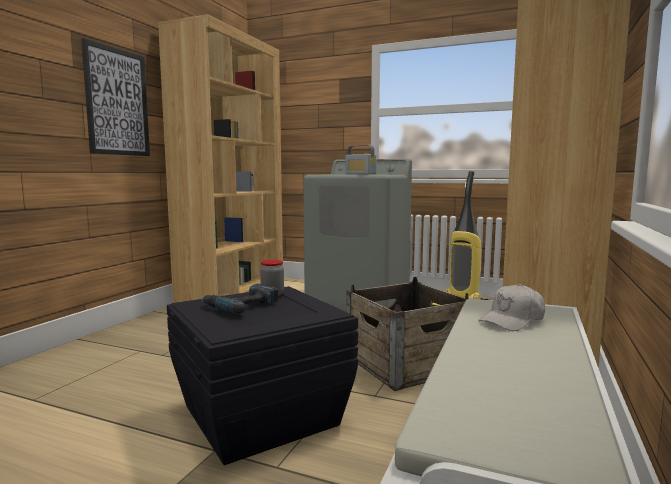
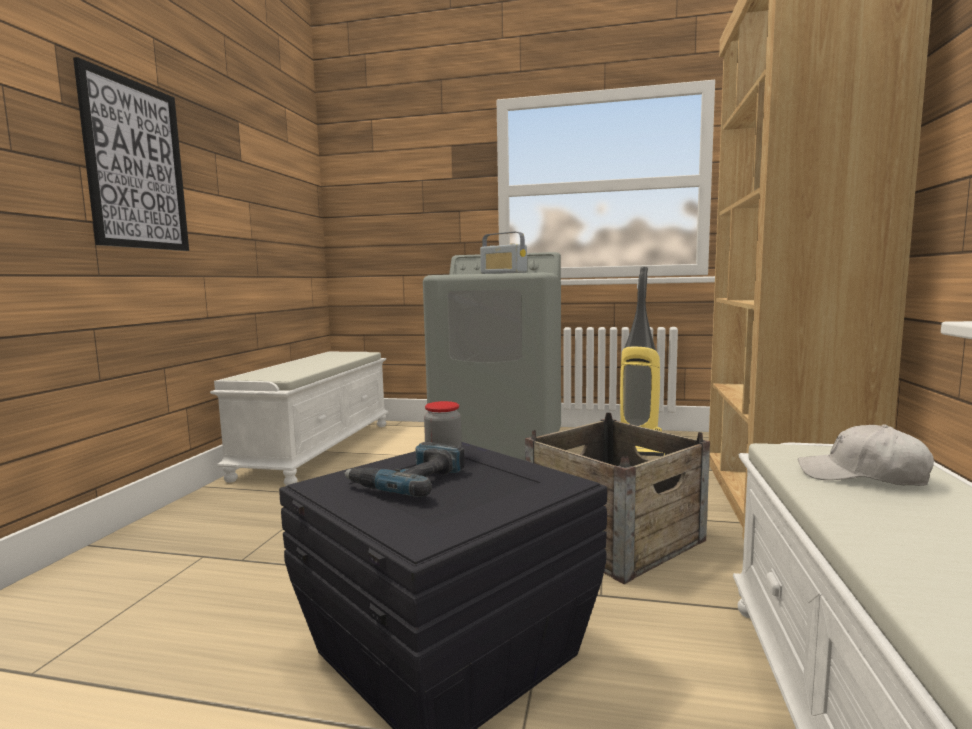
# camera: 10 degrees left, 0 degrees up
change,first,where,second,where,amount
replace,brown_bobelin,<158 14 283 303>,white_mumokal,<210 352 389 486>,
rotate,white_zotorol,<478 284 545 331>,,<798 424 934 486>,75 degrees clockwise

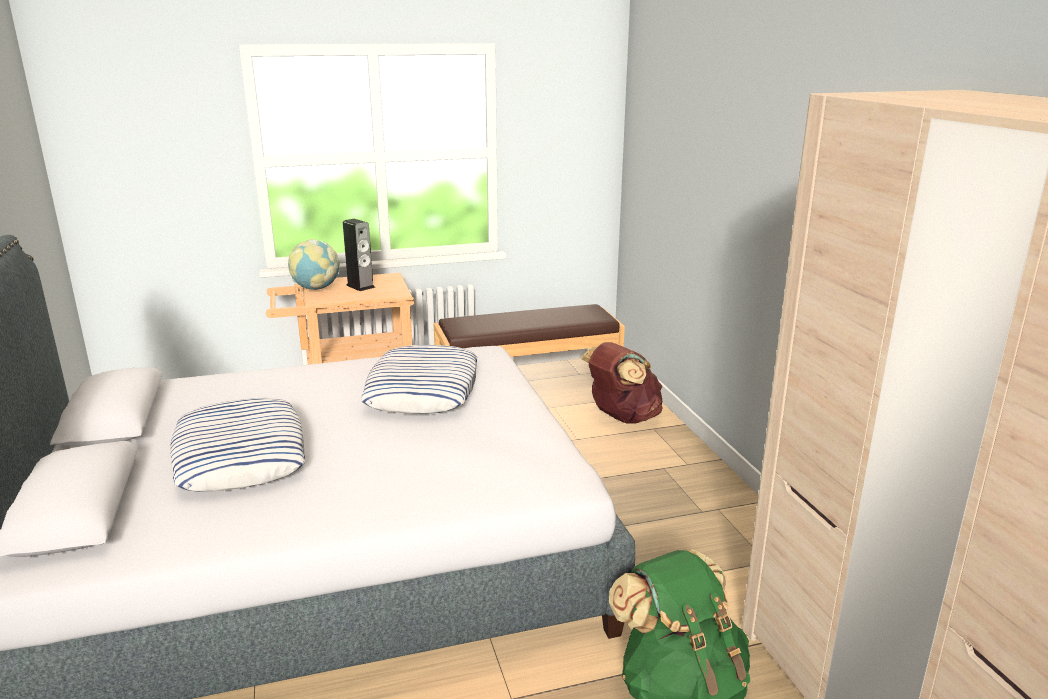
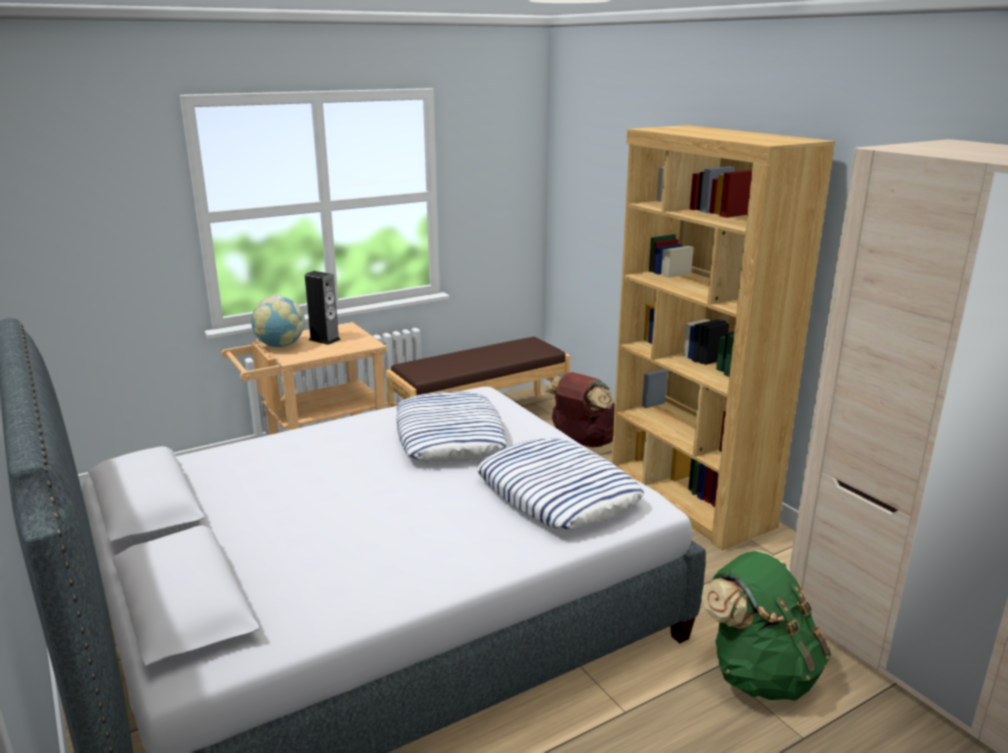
# camera: 15 degrees left, 0 degrees up
change,first,where,second,where,amount
insert,,,brown_bobelin,<612 125 835 551>,
move,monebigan,<170 398 305 492>,,<477 438 644 529>,

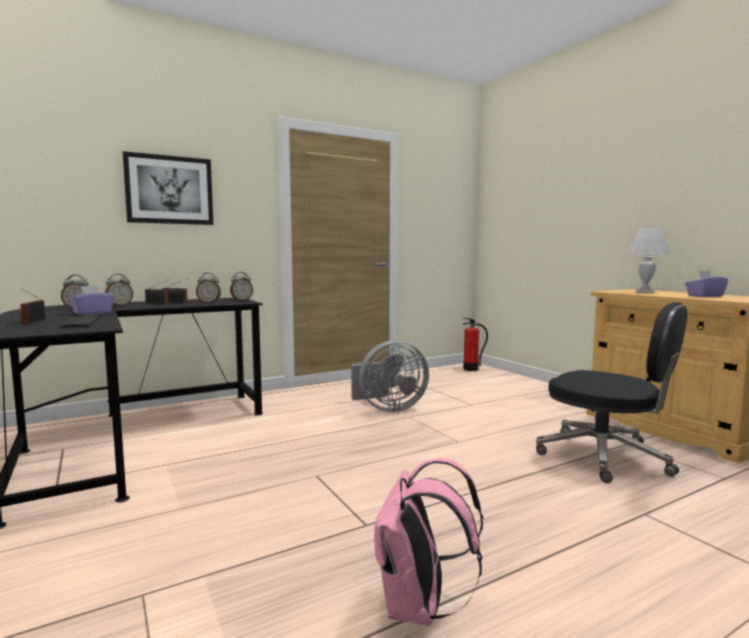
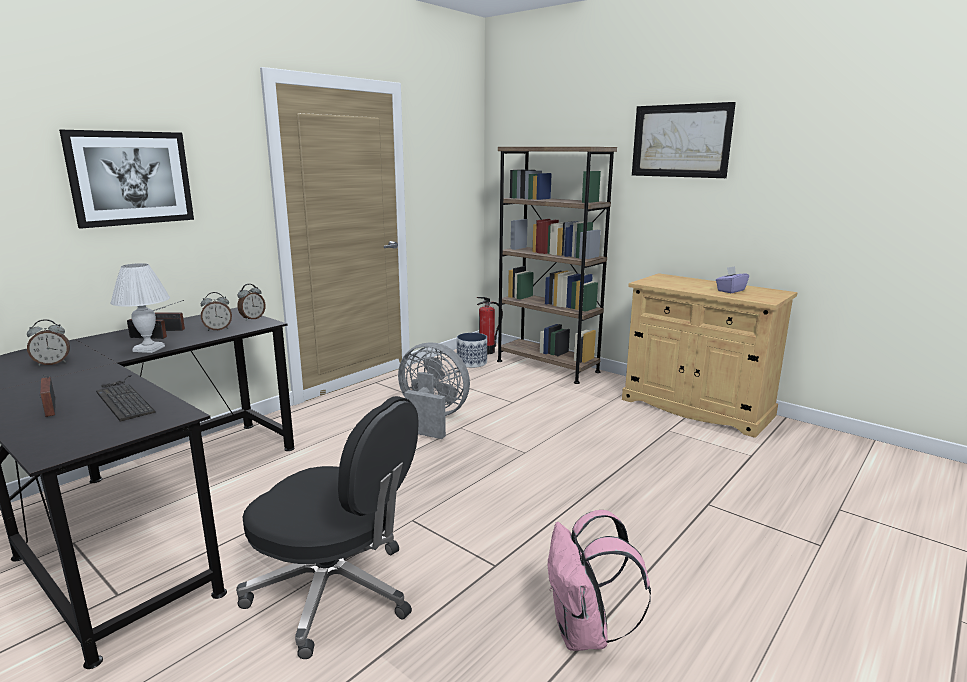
# camera: 20 degrees left, 10 degrees up
change,first,where,second,where,amount
delete,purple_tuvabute,<69 285 114 315>,,,
delete,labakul,<105 274 133 306>,,,
insert,,,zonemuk,<457 333 487 368>,
insert,,,brown_bobelin,<497 147 617 384>,
insert,,,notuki,<632 102 736 178>,
move,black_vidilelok,<536 302 687 483>,,<236 396 419 659>,
move,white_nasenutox,<626 228 670 293>,,<110 263 170 353>,
rotate,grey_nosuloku,<351 340 429 412>,,<398 343 470 439>,120 degrees counterclockwise

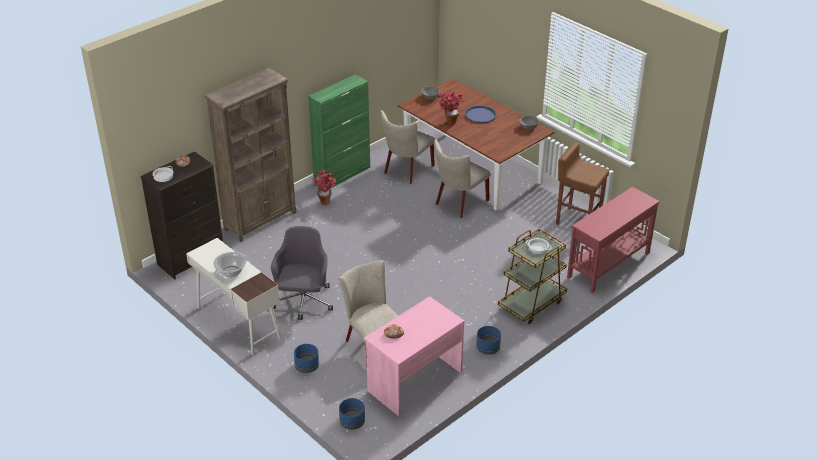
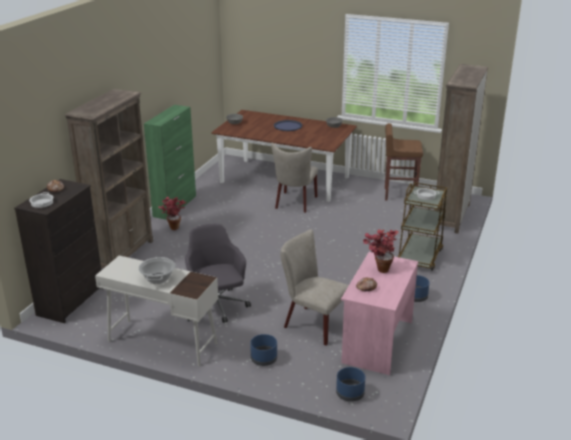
# camera: 25 degrees left, 10 degrees down
change,first,where,second,where,amount
delete,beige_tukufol,<380 110 435 184>,,,
move,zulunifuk,<437 91 466 125>,,<363 229 399 273>,
replace,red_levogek,<567 187 660 293>,brown_bobelin,<434 64 488 234>,

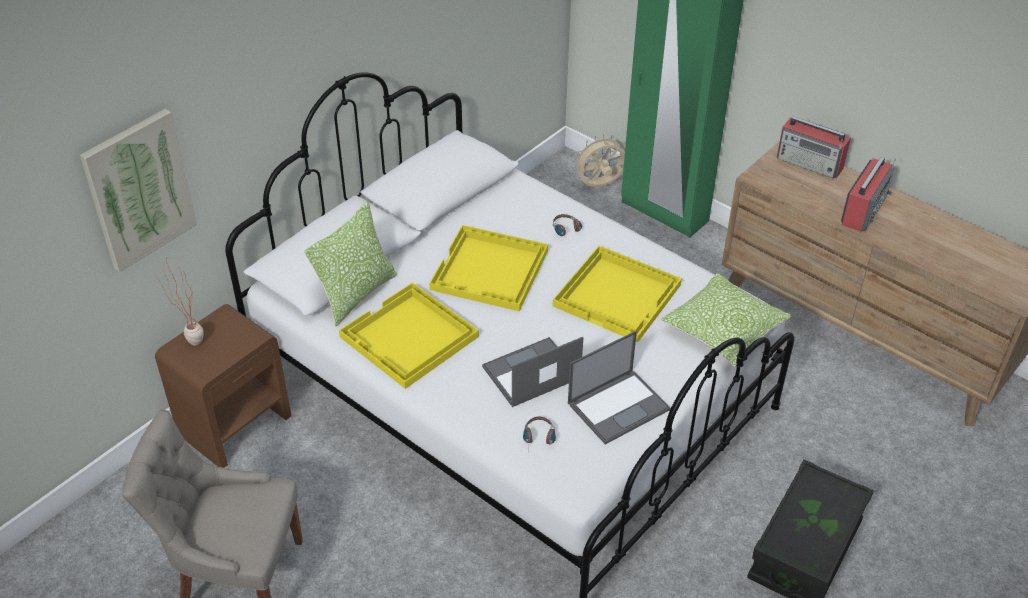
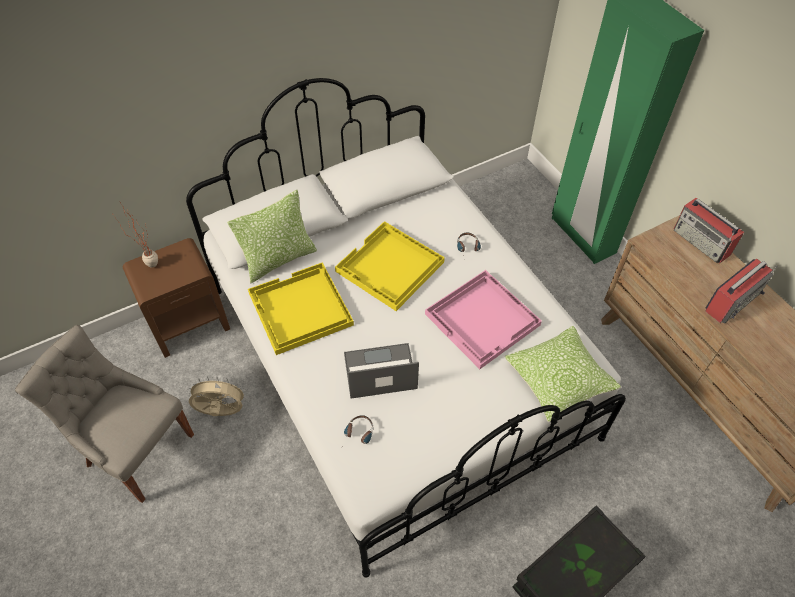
# camera: 20 degrees right, 10 degrees up
change,first,where,second,where,amount
delete,notuki,<80 109 197 272>,,,
delete,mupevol,<568 331 670 444>,,,
move,beige_nosuloku,<572 134 625 187>,,<187 376 248 416>,
recolor,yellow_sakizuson,<553 246 682 343>,pink_sakizuson,<425 270 542 369>,

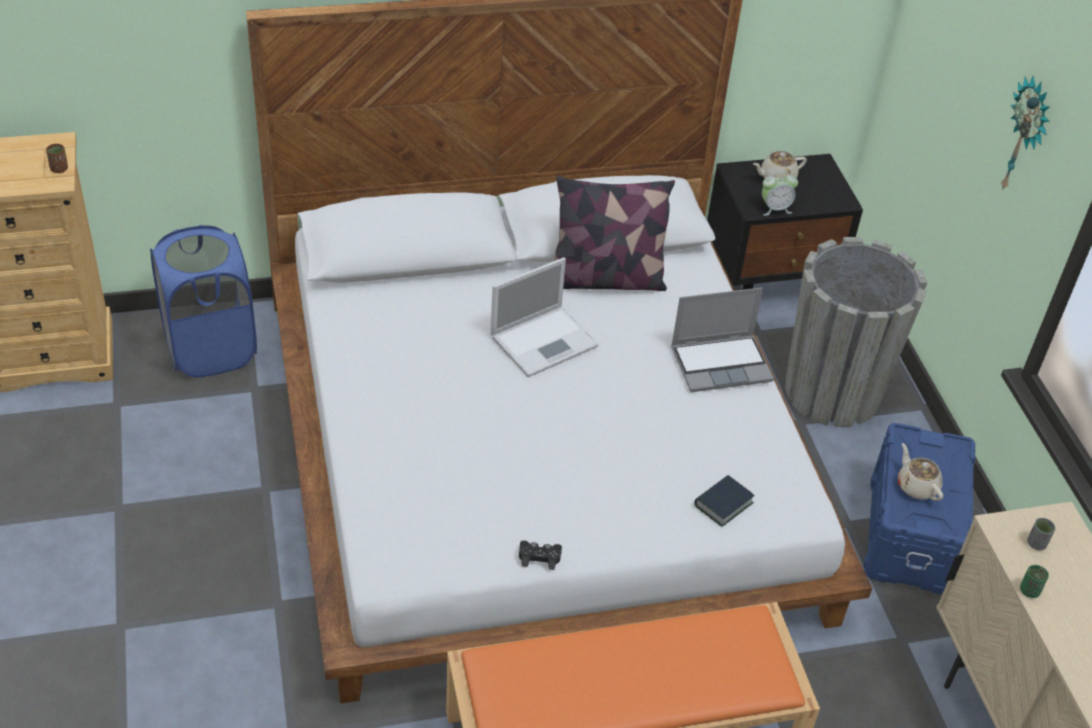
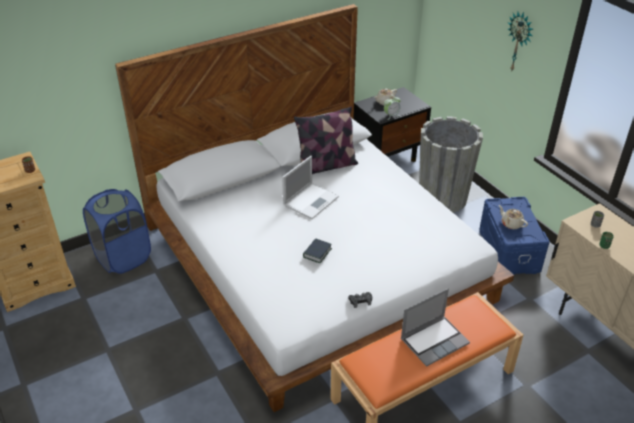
# camera: 15 degrees left, 5 degrees down
change,first,where,second,where,amount
move,mupevol,<671 288 774 392>,,<401 288 470 367>,
move,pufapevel,<694 475 754 527>,,<303 238 332 263>,

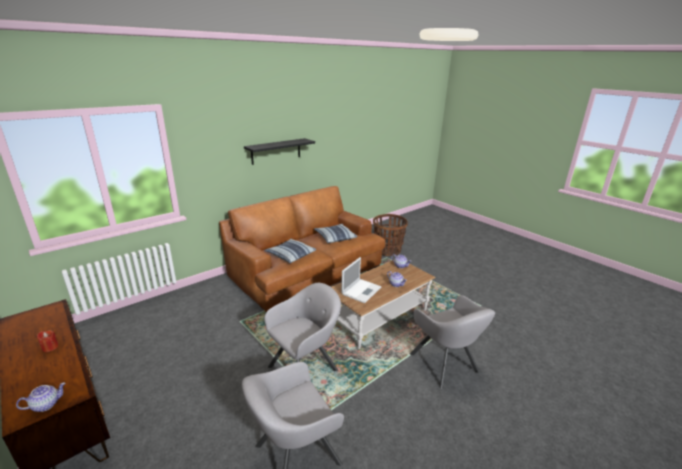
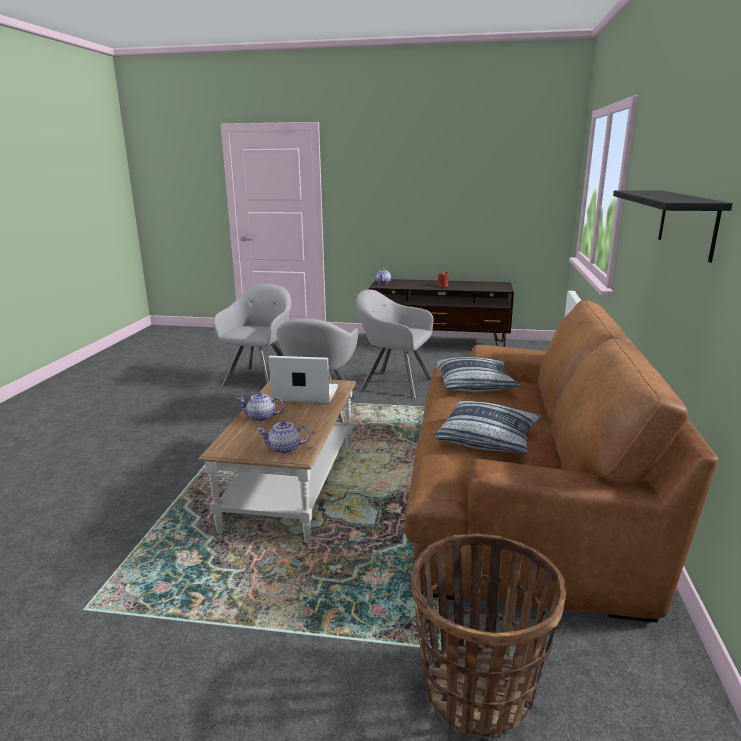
# camera: 140 degrees right, 5 degrees down
change,first,where,second,where,amount
move,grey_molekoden,<410 295 495 389>,,<356 289 433 398>,
rotate,mupevol,<341 257 382 303>,,<269 356 338 403>,105 degrees clockwise

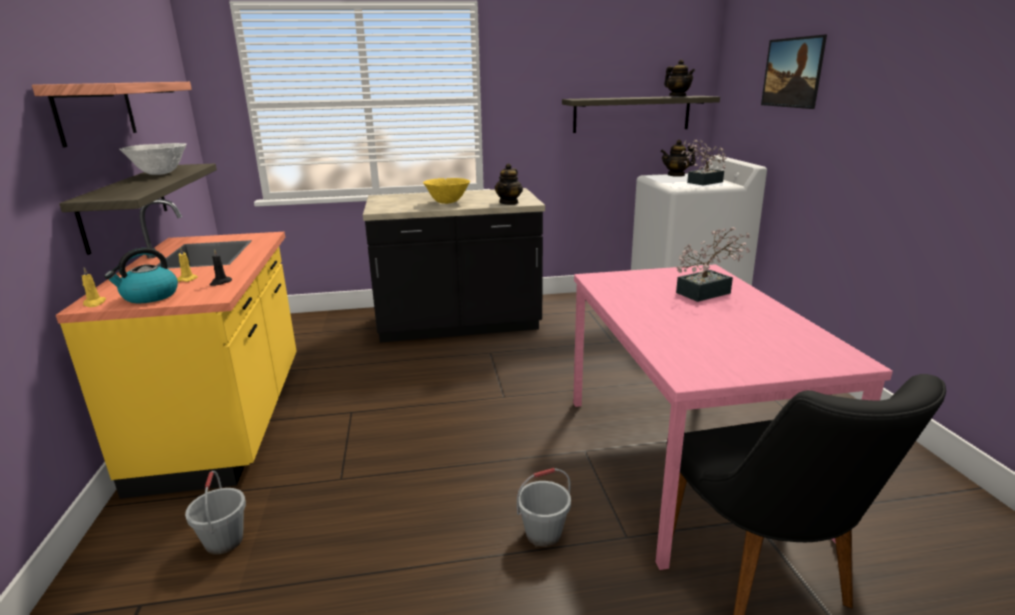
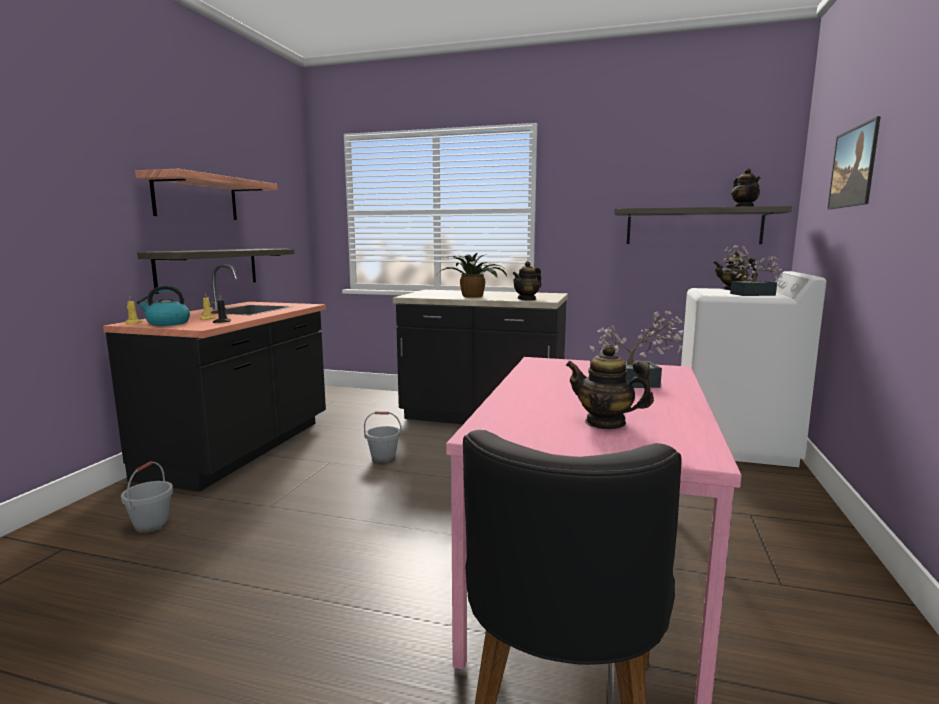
# camera: 25 degrees right, 10 degrees down
change,first,where,second,where,amount
delete,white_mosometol,<119 143 186 175>,,,
insert,,,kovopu,<566 344 654 429>,
move,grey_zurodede,<517 468 571 547>,,<364 412 402 464>,
replace,yellow_mosometol,<423 178 470 204>,zulunifuk,<437 253 507 298>,
recolor,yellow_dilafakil,<56 199 297 499>,black_dilafakil,<103 264 326 492>,

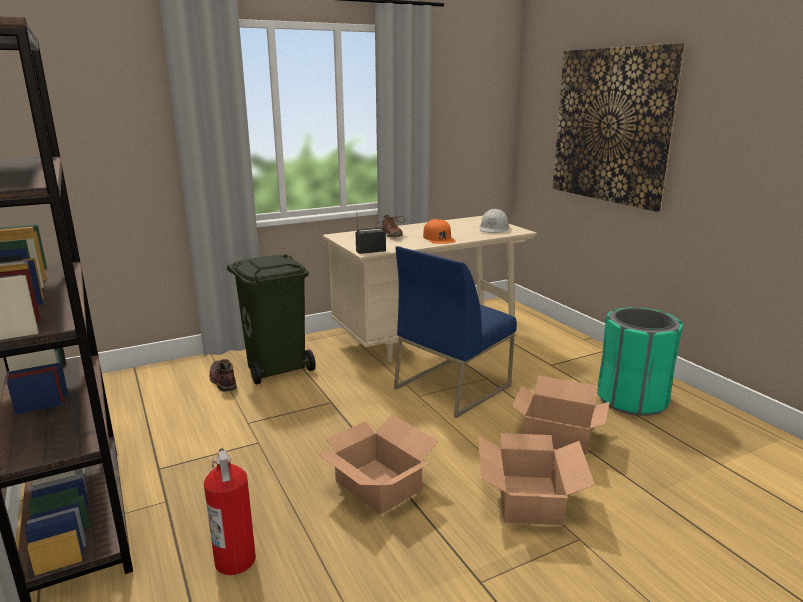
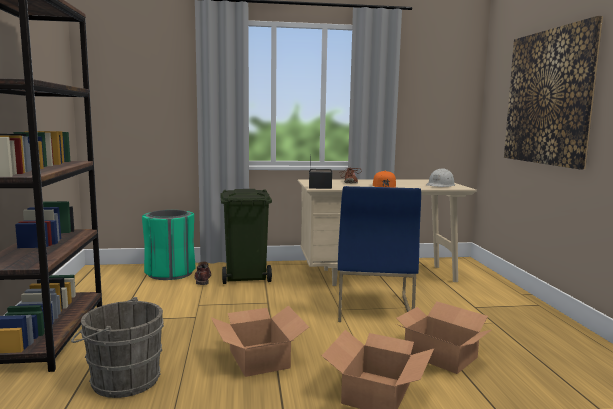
# camera: 20 degrees right, 10 degrees down
change,first,where,second,where,amount
move,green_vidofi,<597 307 683 416>,,<142 210 196 280>,
replace,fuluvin,<204 449 256 575>,grey_zurodede,<71 297 164 398>,
rotate,blue_tukufol,<394 246 517 418>,,<338 186 421 322>,60 degrees counterclockwise

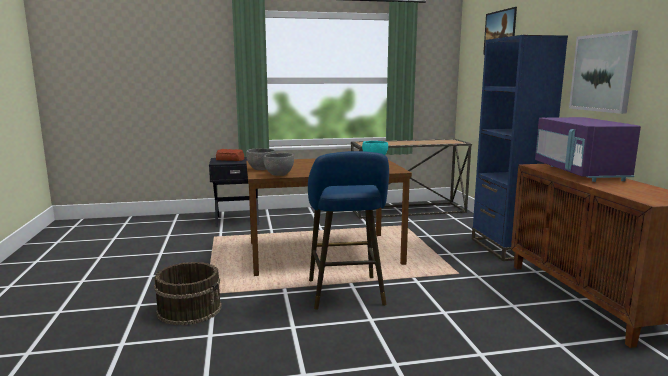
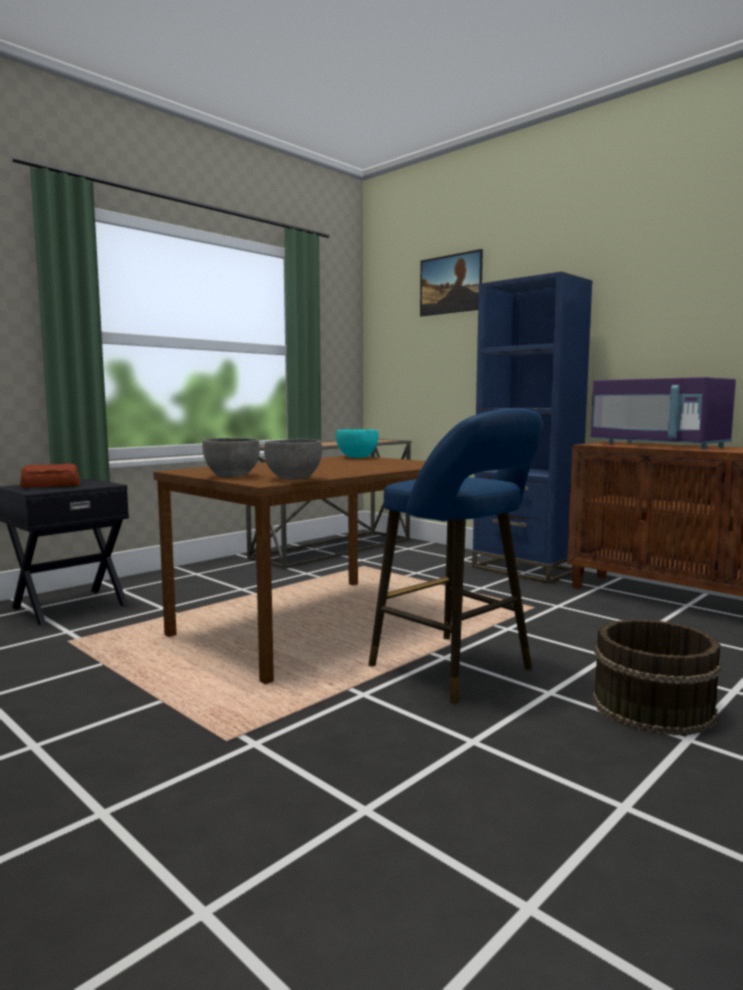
# camera: 35 degrees left, 5 degrees down
change,first,where,second,where,amount
delete,notuki,<569 30 638 114>,,,
move,brown_zurodede,<154 262 222 325>,,<592 619 721 736>,

